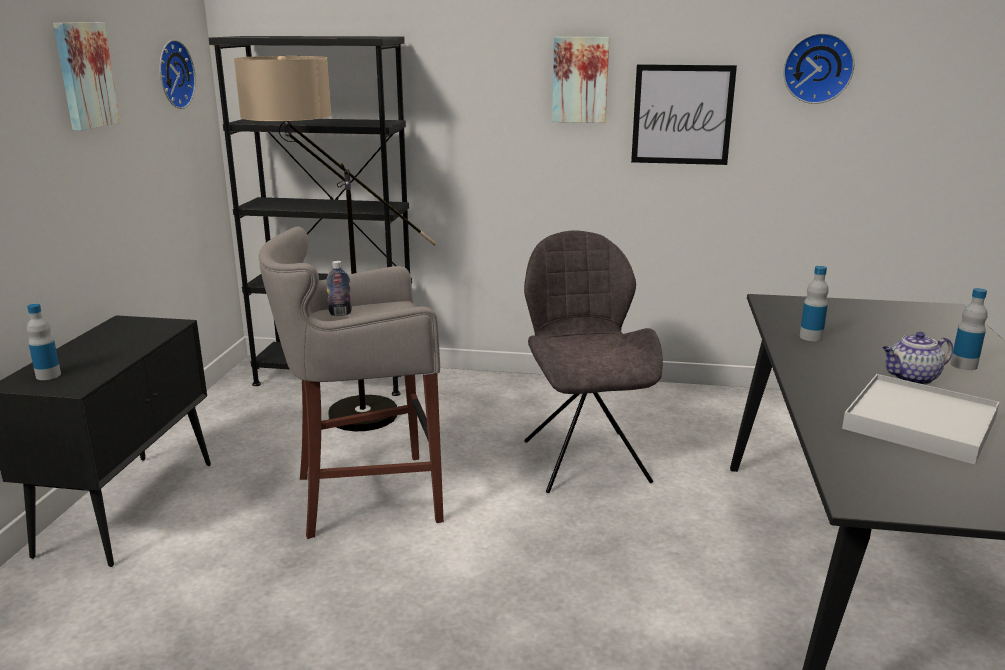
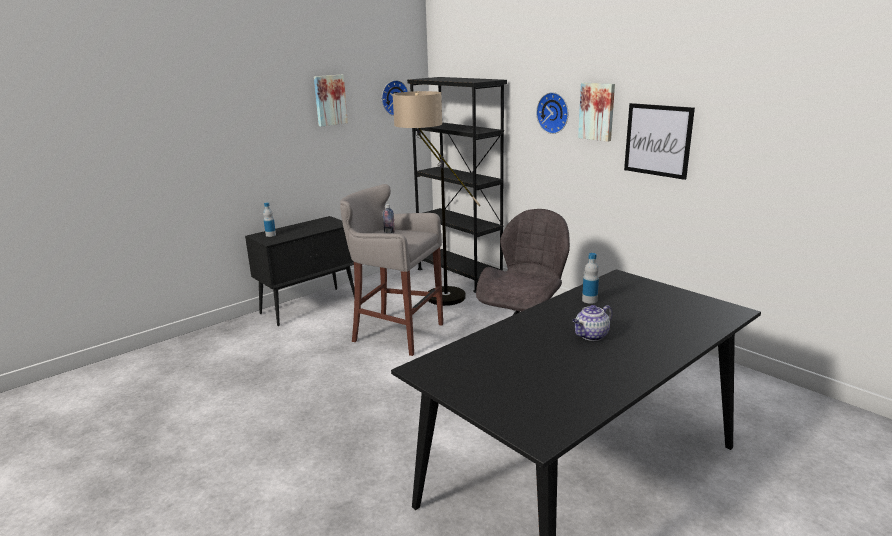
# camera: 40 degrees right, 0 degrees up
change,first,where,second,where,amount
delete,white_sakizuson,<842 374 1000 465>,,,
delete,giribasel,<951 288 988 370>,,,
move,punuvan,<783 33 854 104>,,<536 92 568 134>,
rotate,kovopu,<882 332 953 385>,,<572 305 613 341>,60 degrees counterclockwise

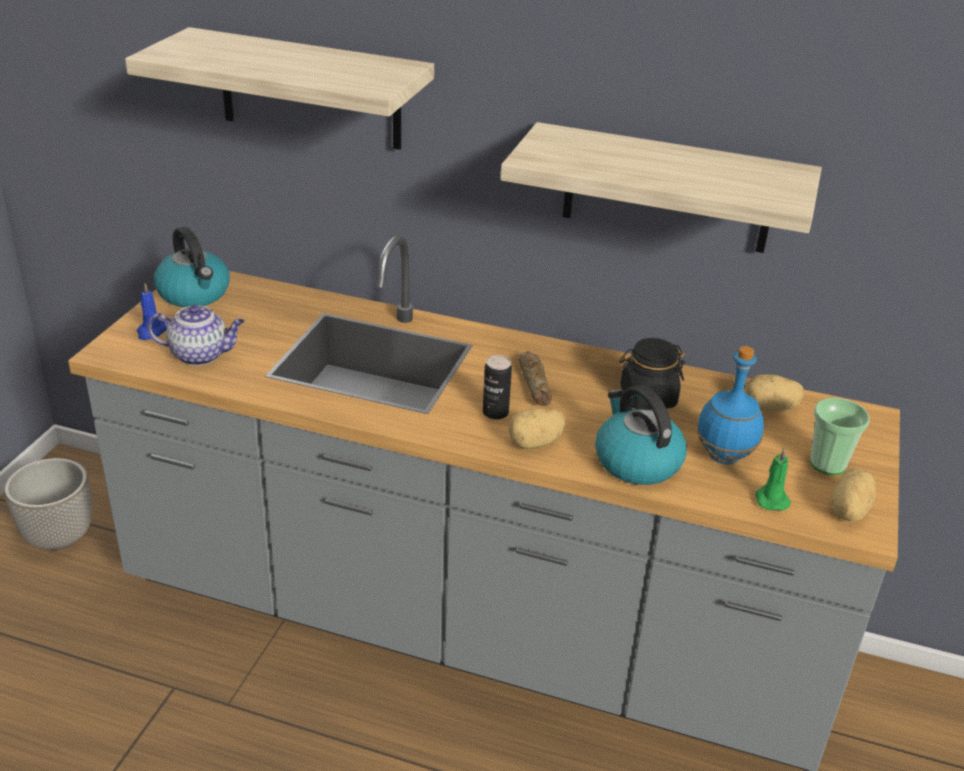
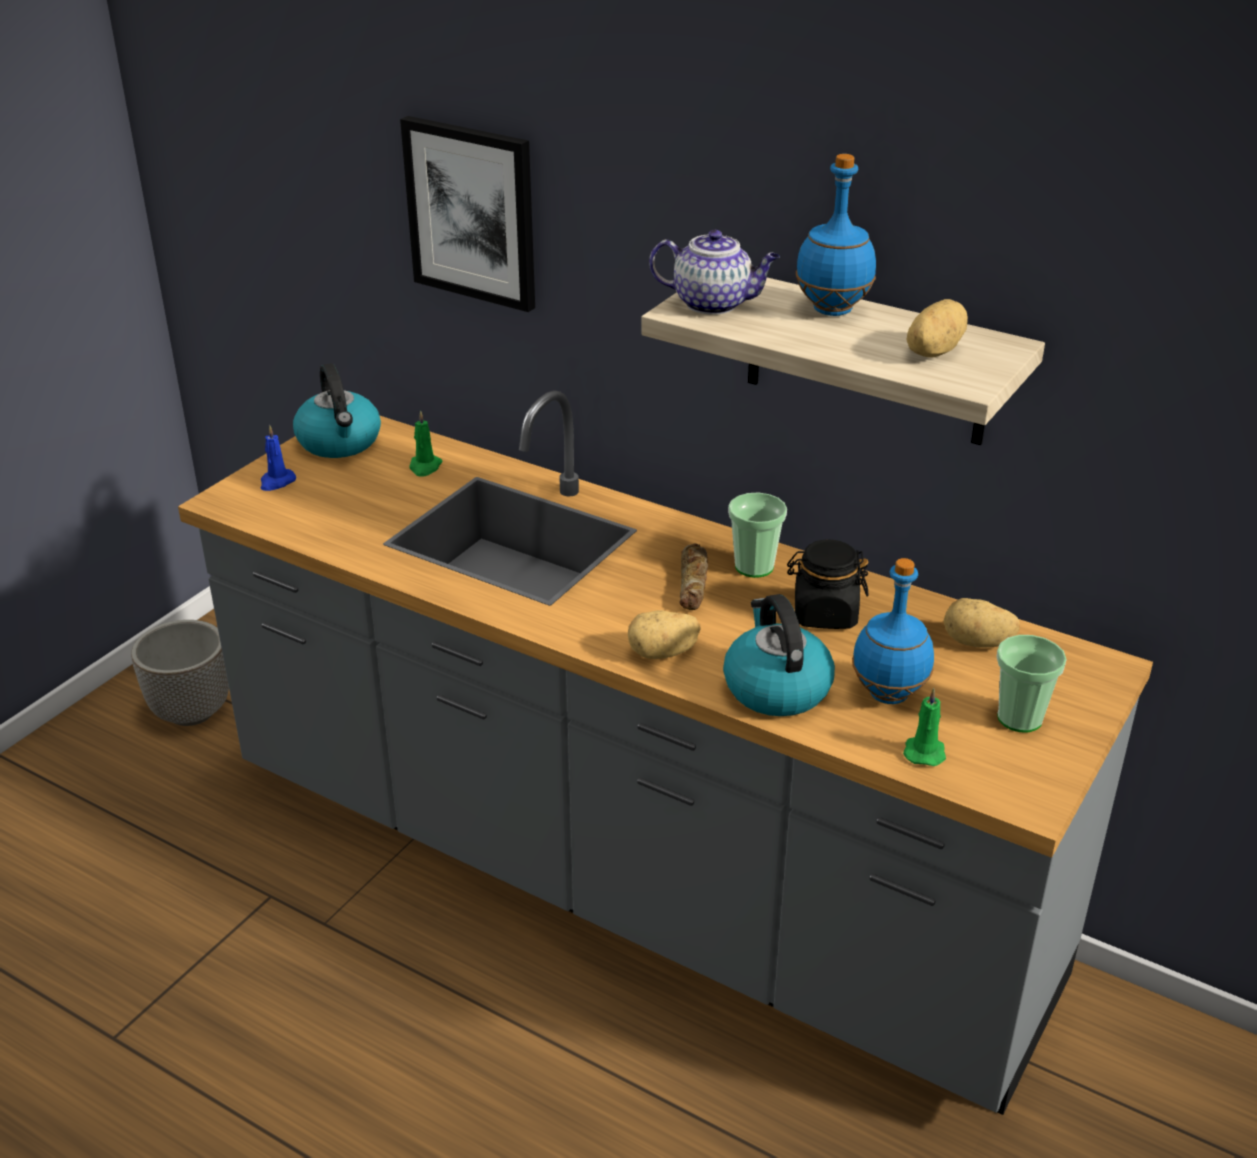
# camera: 15 degrees right, 0 degrees up
change,first,where,second,where,amount
delete,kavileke,<483 355 512 420>,,,
insert,,,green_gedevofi,<409 411 442 477>,
insert,,,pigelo,<728 492 787 578>,
insert,,,blue_giribasel,<796 154 876 316>,
move,kovopu,<147 305 245 366>,,<649 230 780 315>,
move,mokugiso,<830 468 876 521>,,<906 299 968 358>,
replace,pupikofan,<125 27 434 150>,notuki,<400 116 535 312>,

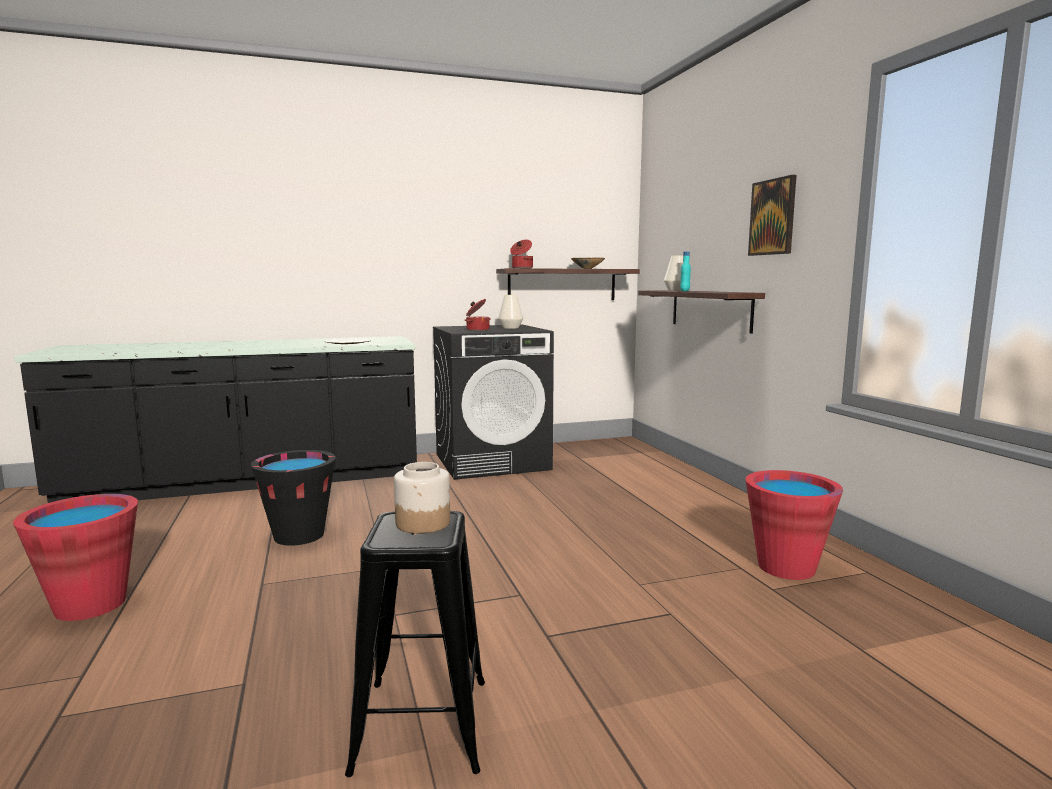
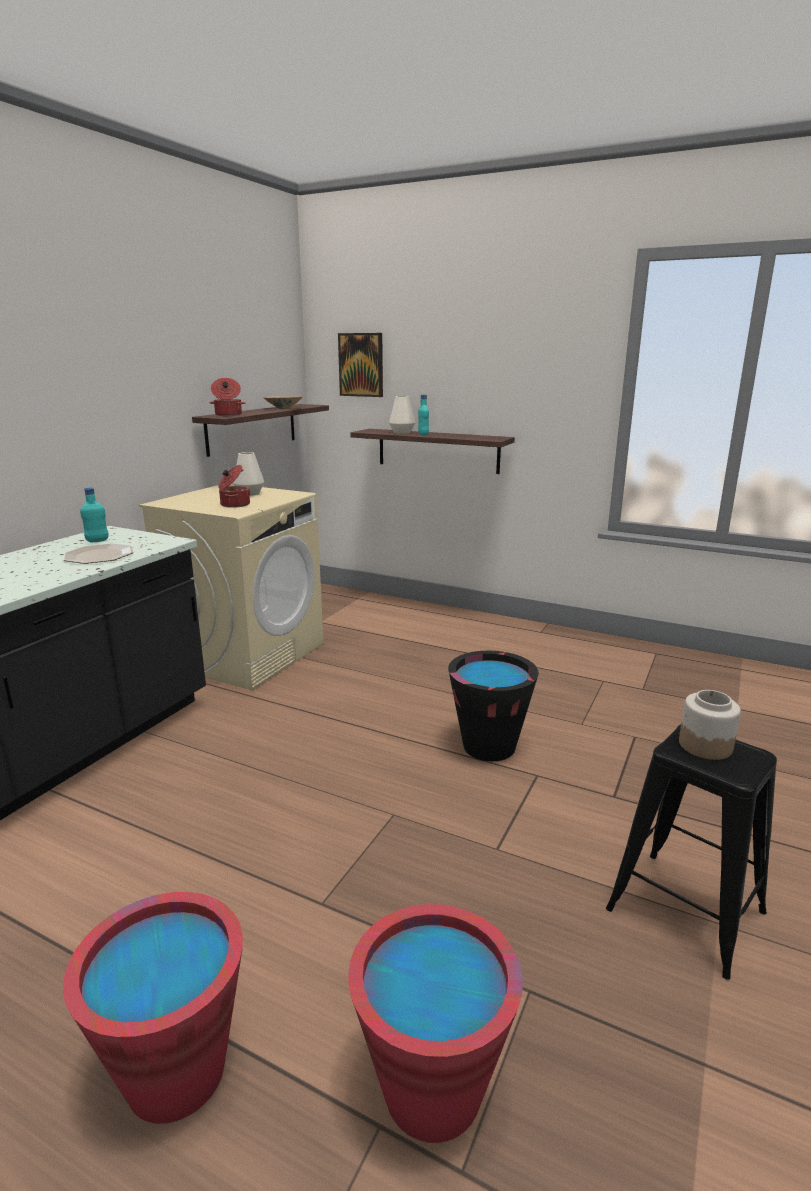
# camera: 45 degrees left, 10 degrees up
change,first,where,second,where,amount
insert,,,turquoise_giribasel,<80 487 109 542>,
move,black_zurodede,<251 450 336 546>,,<448 651 539 761>,
move,red_zurodede,<745 470 843 580>,,<348 904 523 1143>,
move,notuki,<748 175 796 256>,,<338 333 383 397>,
recolor,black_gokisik,<433 325 554 480>,beige_gokisik,<139 484 323 690>,

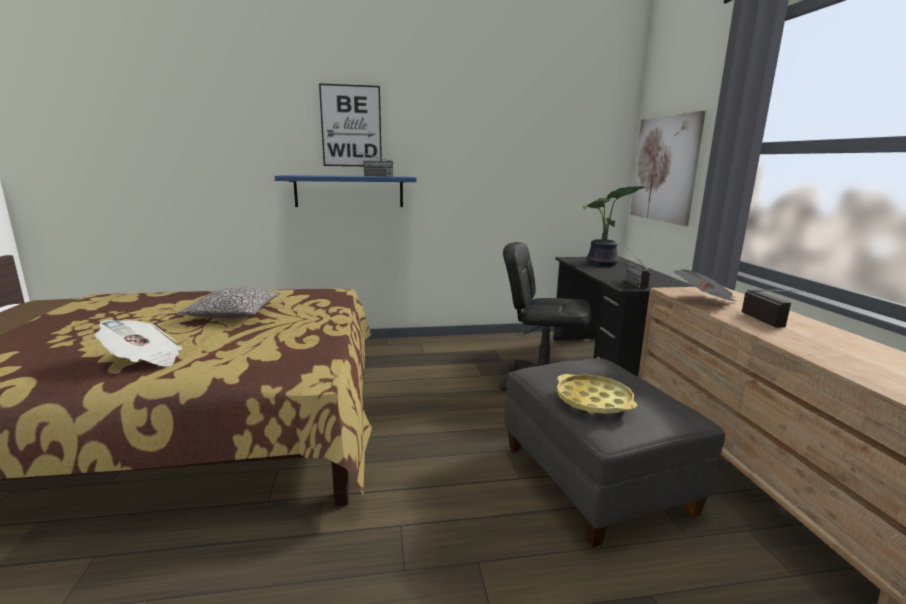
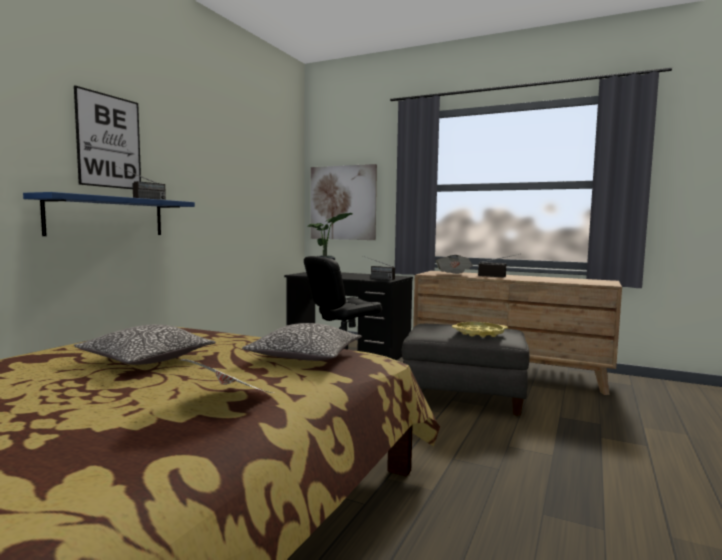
# camera: 55 degrees left, 10 degrees down
change,first,where,second,where,amount
insert,,,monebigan,<242 323 362 361>,

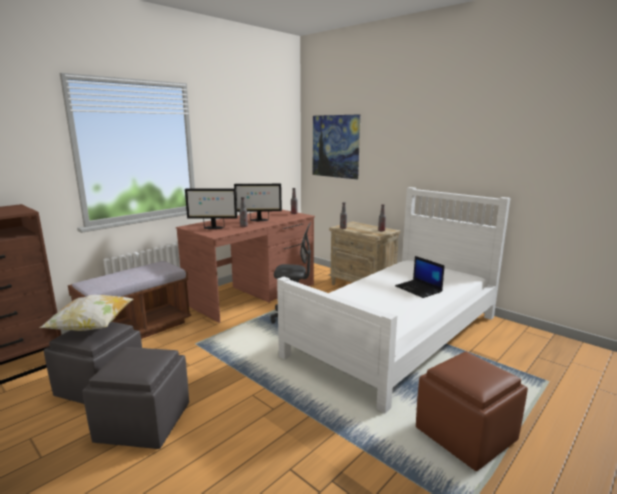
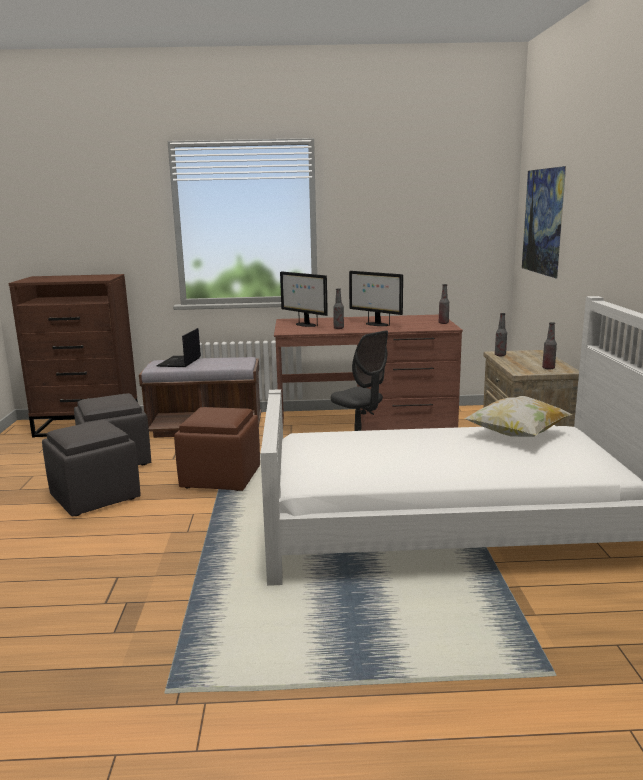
# camera: 45 degrees right, 0 degrees up
change,first,where,second,where,amount
move,monebigan,<40 295 134 331>,,<464 396 572 437>,
move,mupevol,<395 256 445 298>,,<156 328 201 367>,
move,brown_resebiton,<416 352 528 471>,,<174 407 260 491>,

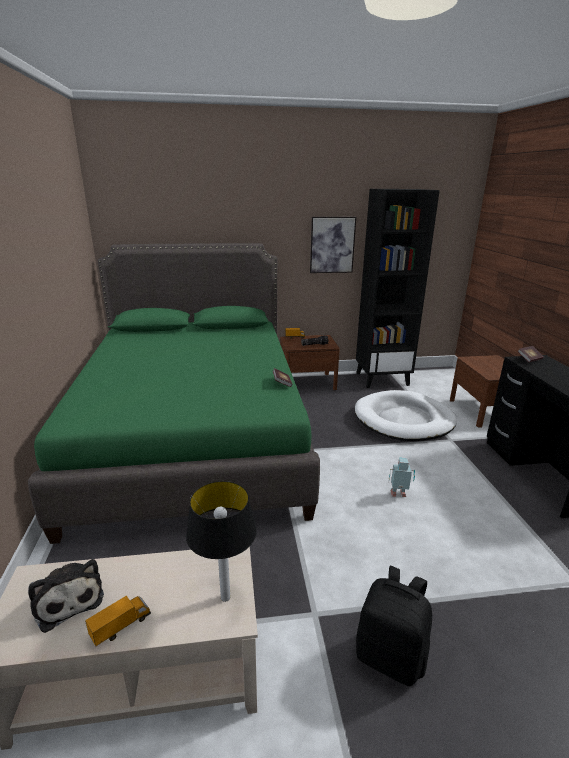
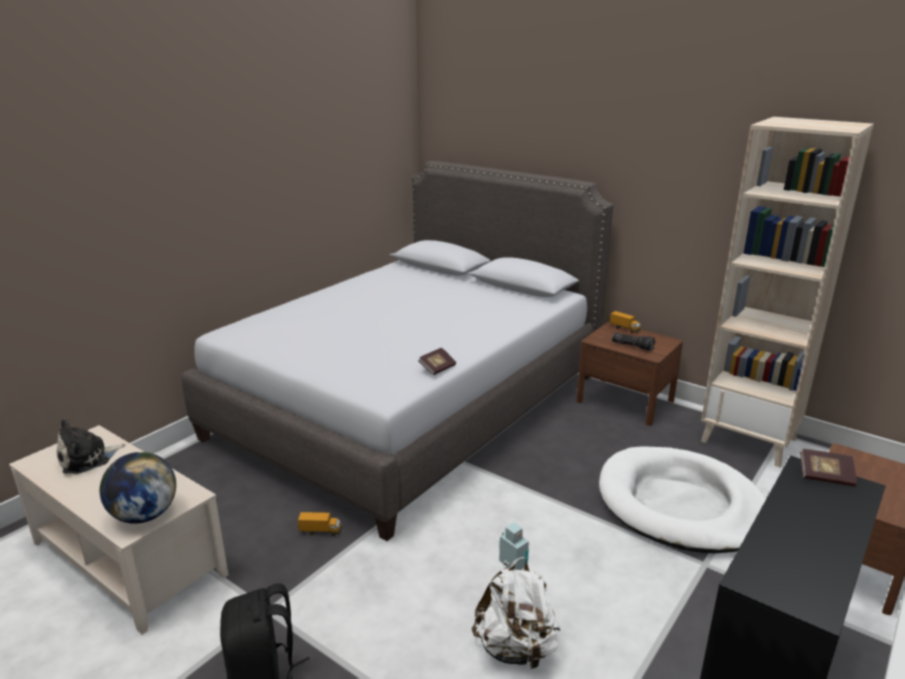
# camera: 45 degrees right, 0 degrees up
change,first,where,second,where,amount
delete,notuki,<310 217 356 273>,,,
insert,,,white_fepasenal,<471 557 561 670>,
move,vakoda,<85 596 151 646>,,<298 512 342 536>,
replace,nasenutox,<186 481 257 602>,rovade,<100 452 176 524>,
recolor,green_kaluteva,<28 243 320 544>,grey_kaluteva,<182 161 614 541>,
recolor,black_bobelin,<356 189 440 388>,beige_bobelin,<701 117 874 467>,
rotate,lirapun,<28 559 104 633>,,<56 418 126 474>,45 degrees clockwise

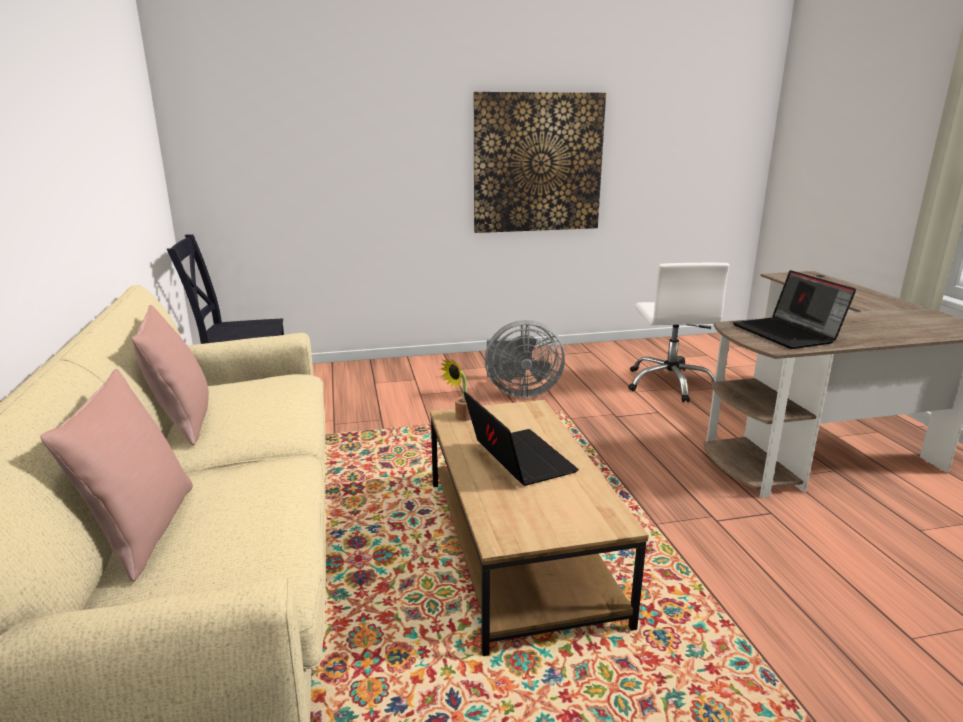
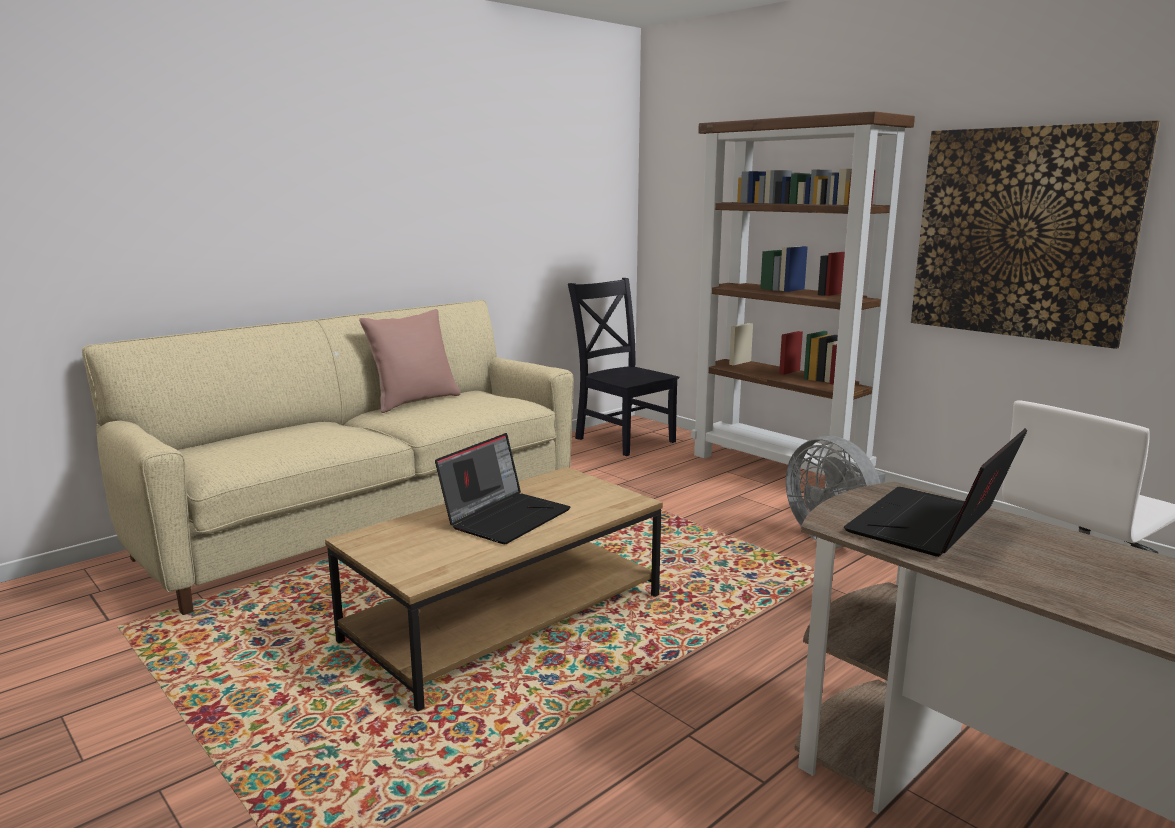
# camera: 60 degrees right, 5 degrees down
change,first,where,second,where,amount
delete,pink_monebigan,<40 369 193 582>,,,
delete,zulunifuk,<440 358 473 421>,,,
insert,,,brown_bobelin,<691 111 915 488>,

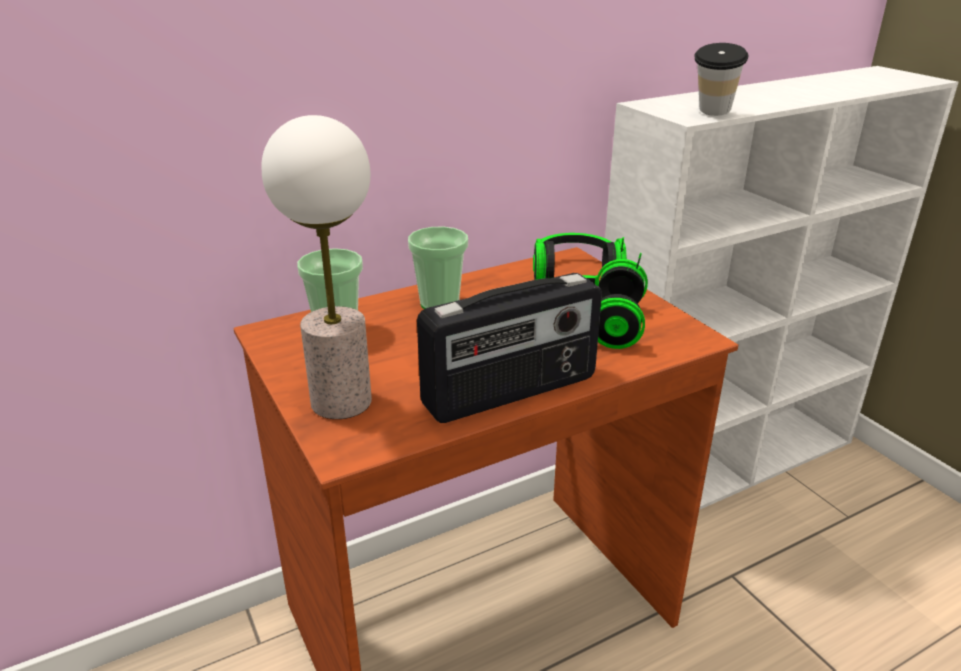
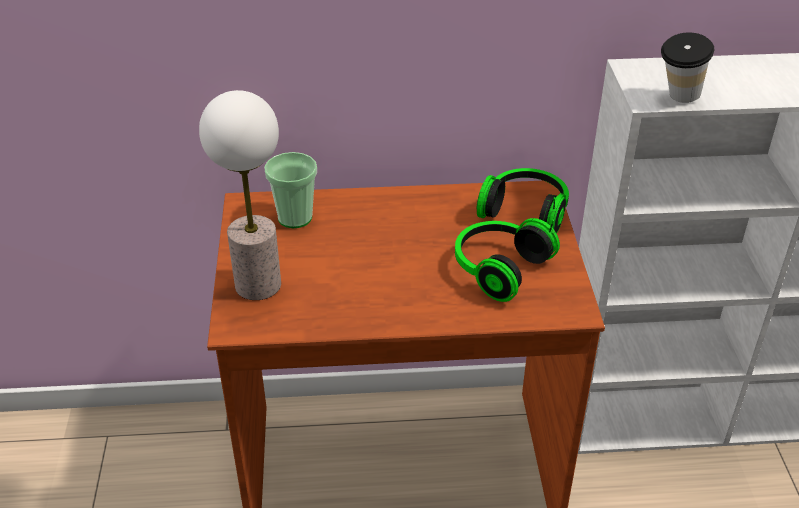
# camera: 25 degrees right, 10 degrees up
change,first,where,second,where,amount
delete,pigelo,<408 227 468 309>,,,
delete,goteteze,<417 273 602 423>,,,

